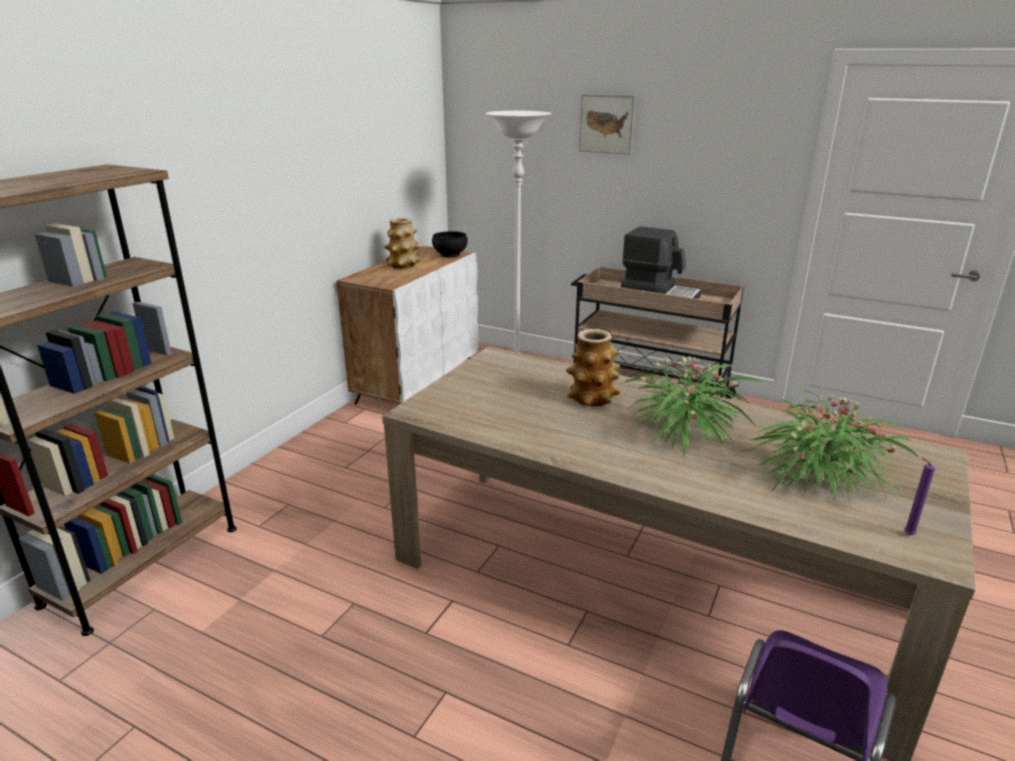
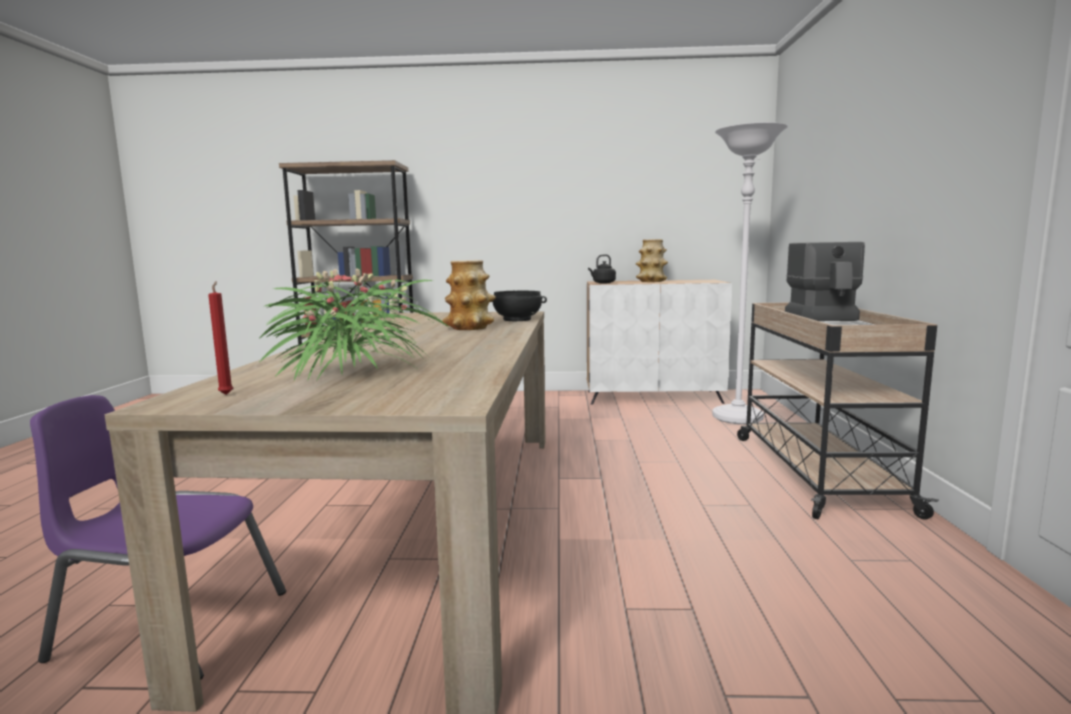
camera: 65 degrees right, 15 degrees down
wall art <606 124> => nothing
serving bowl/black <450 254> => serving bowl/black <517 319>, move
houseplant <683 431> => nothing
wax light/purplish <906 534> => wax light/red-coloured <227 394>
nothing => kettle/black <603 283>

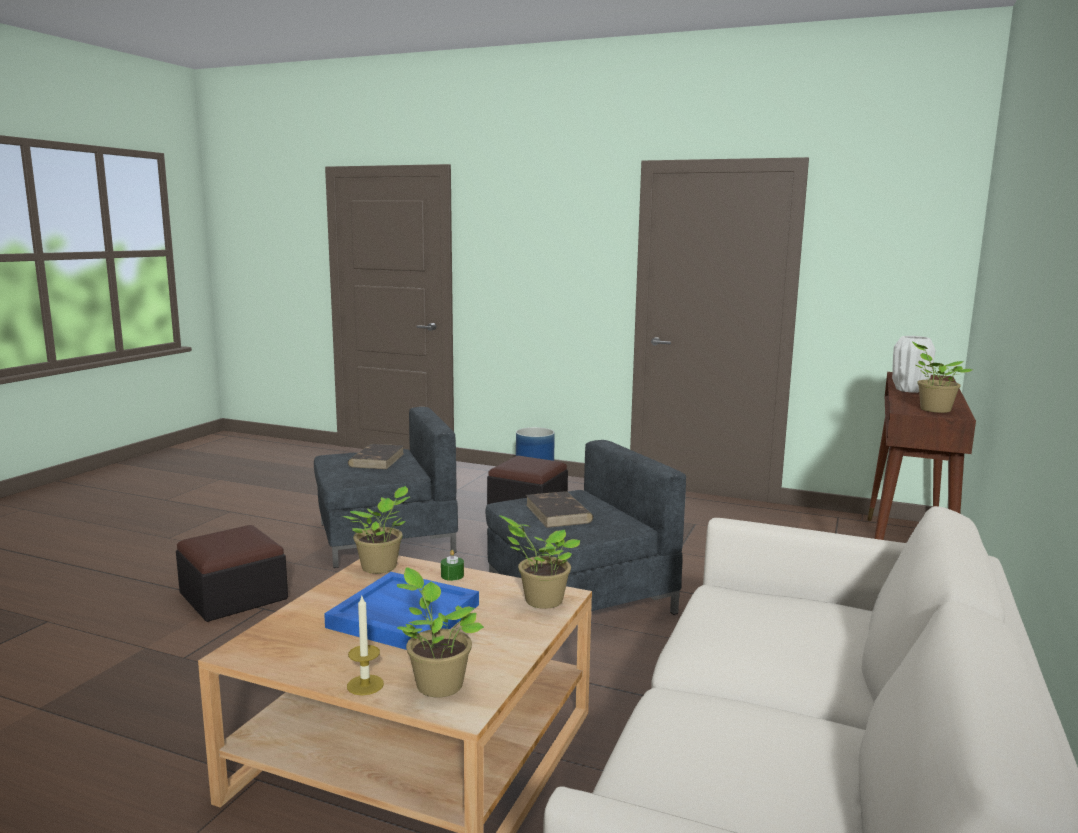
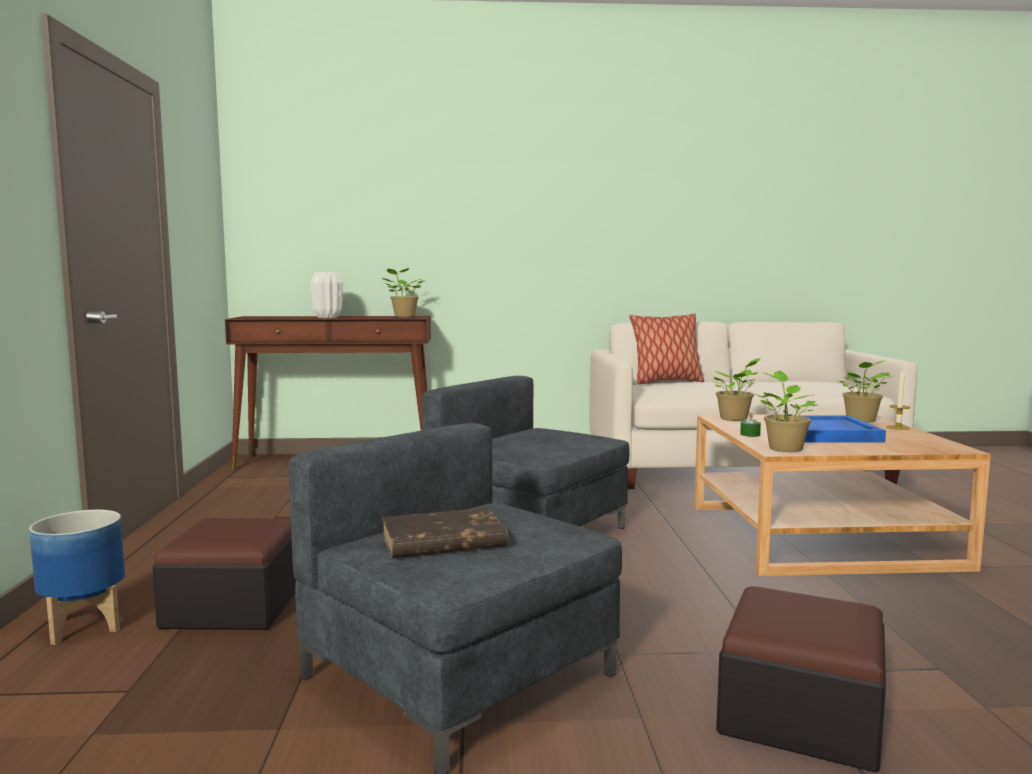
camera: 115 degrees left, 5 degrees down
book/brown-coloured <558 514> => nothing
nothing => pillow <666 382>

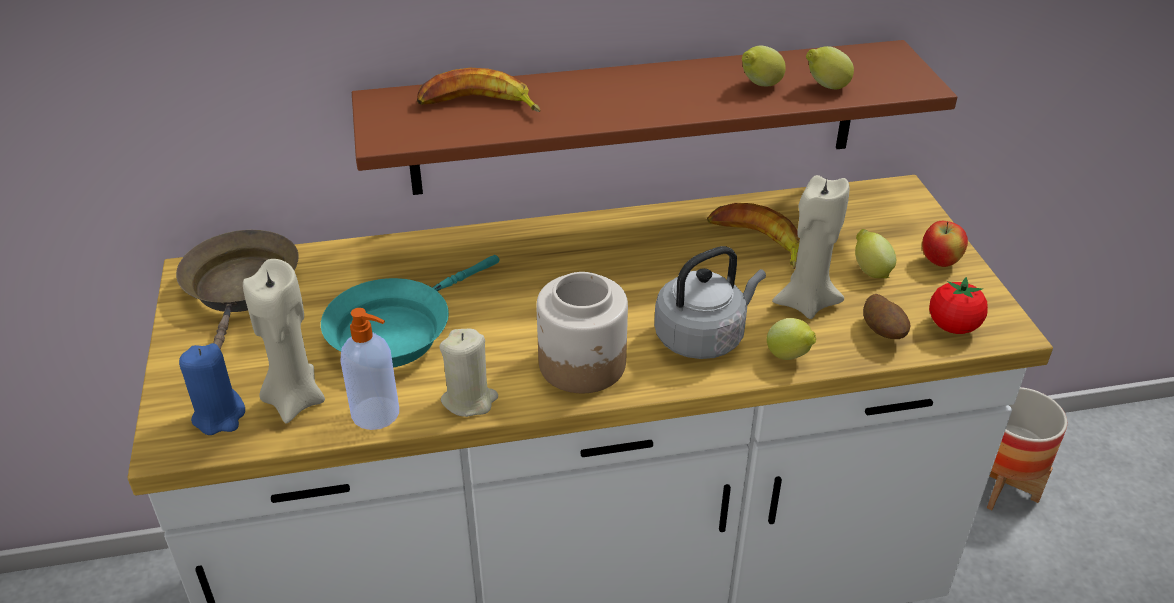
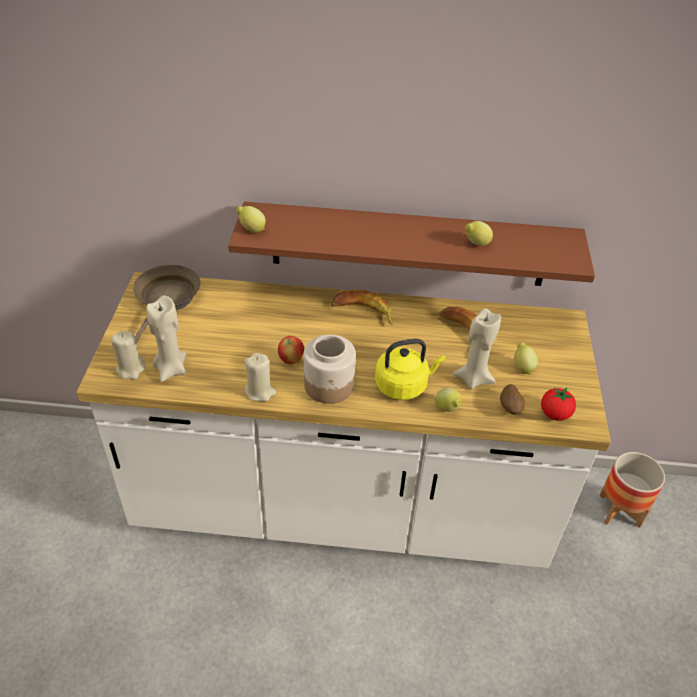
camera: 15 degrees right, 5 degrees up
lemon <826 87> => lemon <251 229>, move
banana fruit <478 105> => banana fruit <363 312>, move
apple fruit <940 262> => apple fruit <291 360>, move
kettle/greyish <703 337> => kettle/yellow-coloured <403 385>
pan/turquoise-coloured <397 330> => nothing
liquid soap bottle <377 414> => nothing
wax light/bluish <219 416> => wax light/sand-coloured <131 369>

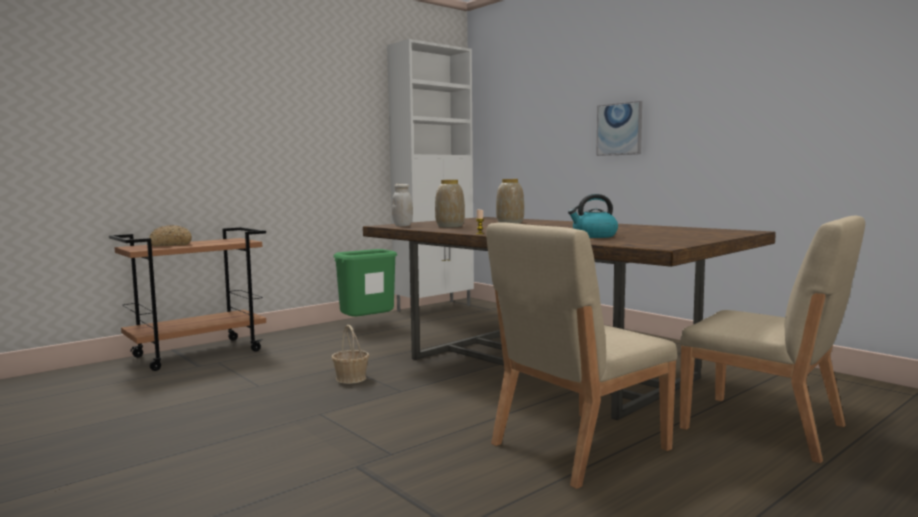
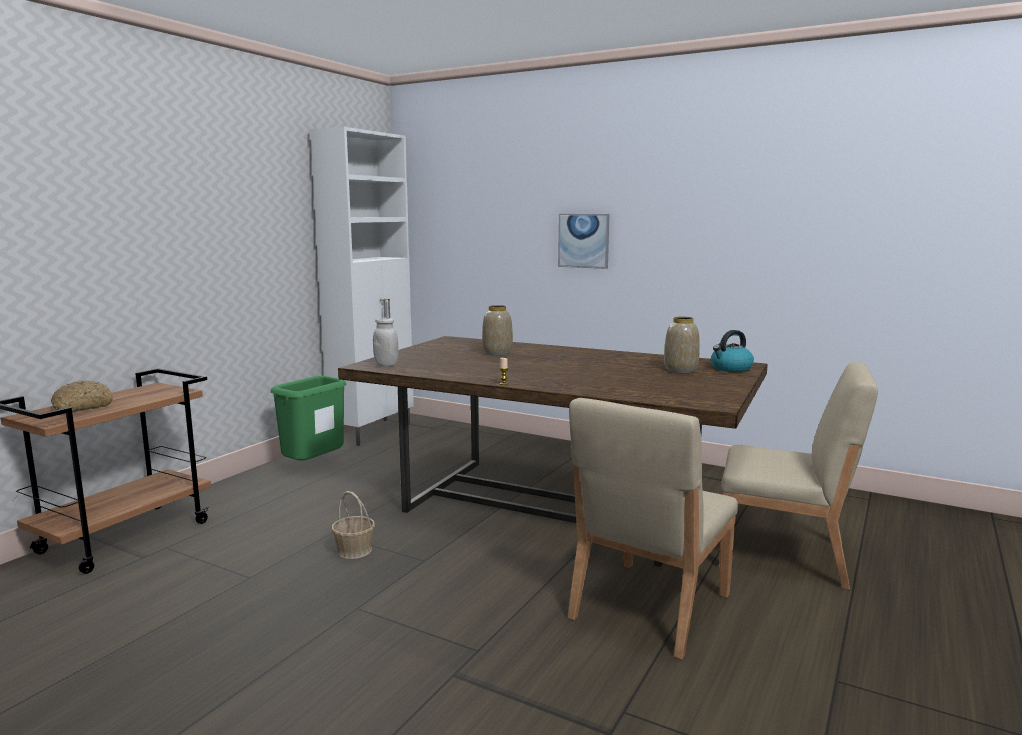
camera: 20 degrees left, 5 degrees up
flower vase <450 226> => flower vase <681 370>, move
kettle <594 236> => kettle <730 369>, move

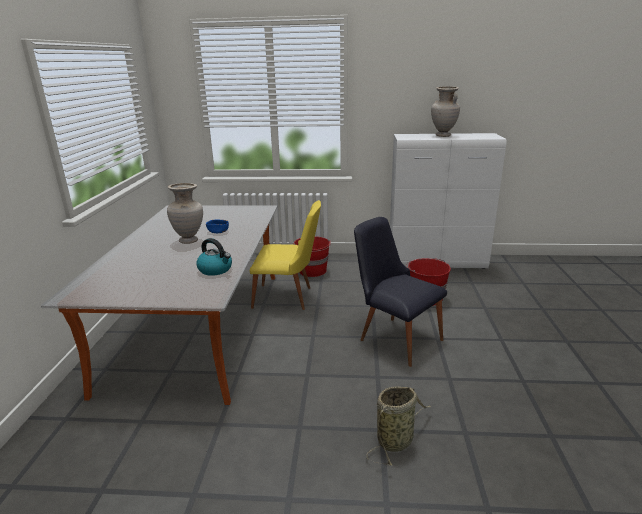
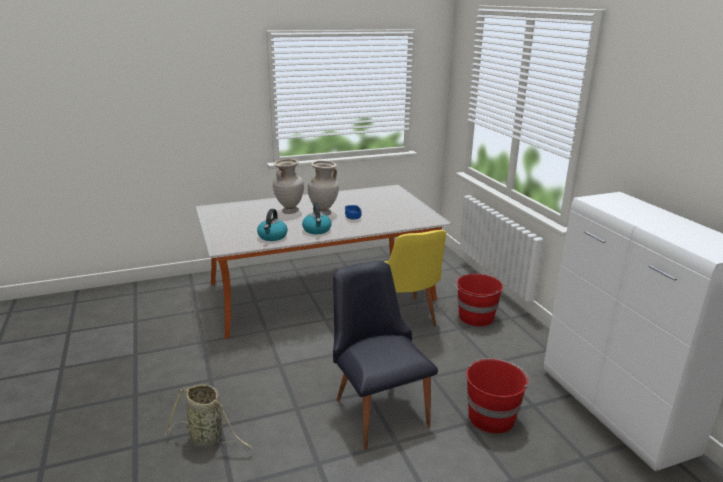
camera: 65 degrees right, 0 degrees up
flower vase/sand-coloured <442 135> => flower vase/sand-coloured <289 211>, move
upright chair/black <394 336> => upright chair/black <377 406>, 45 degrees counterclockwise
nothing => kettle <317 230>

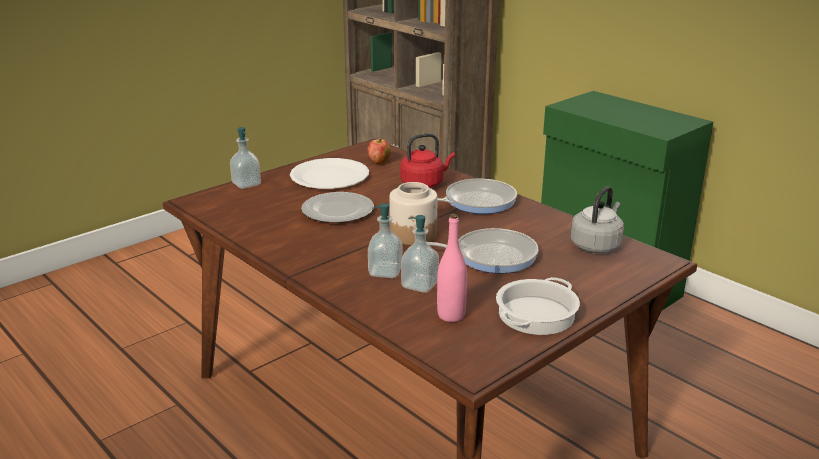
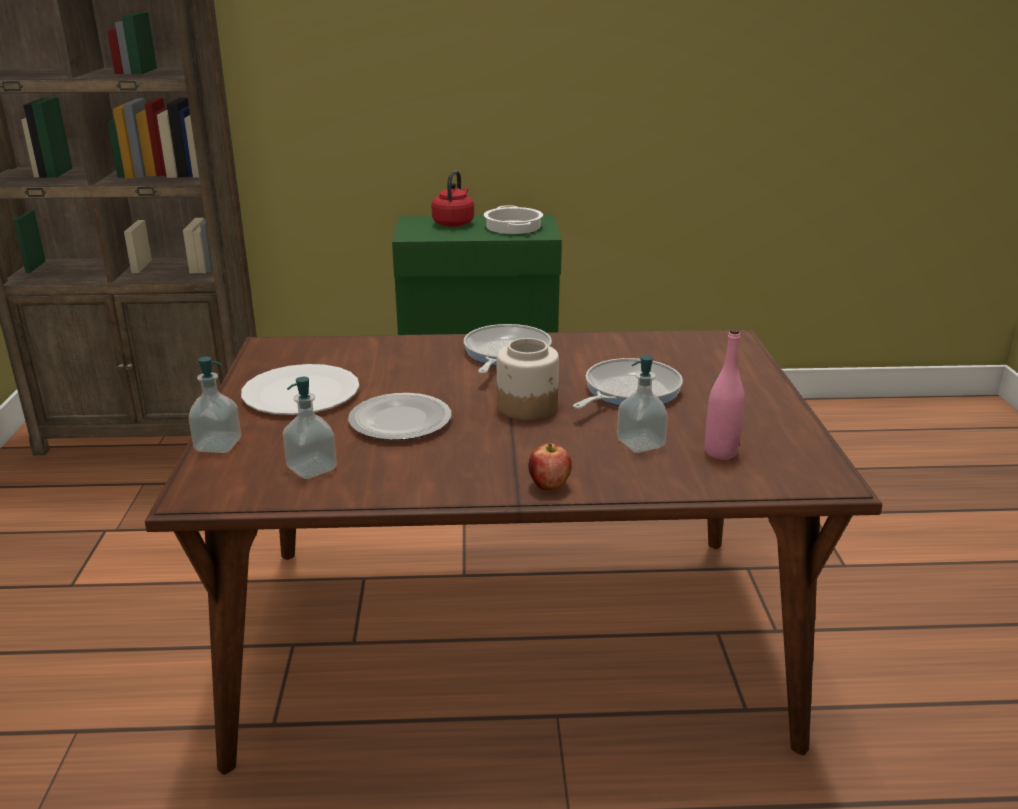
camera: 50 degrees left, 0 degrees up
kettle/red-coloured <424 184> => kettle/red-coloured <454 223>, move
apple fruit <379 162> => apple fruit <549 486>, move
kettle/greyish <596 245> => nothing
liquid soap bottle <385 272> => liquid soap bottle <312 468>, move
cooking pot <535 314> => cooking pot <512 227>, move

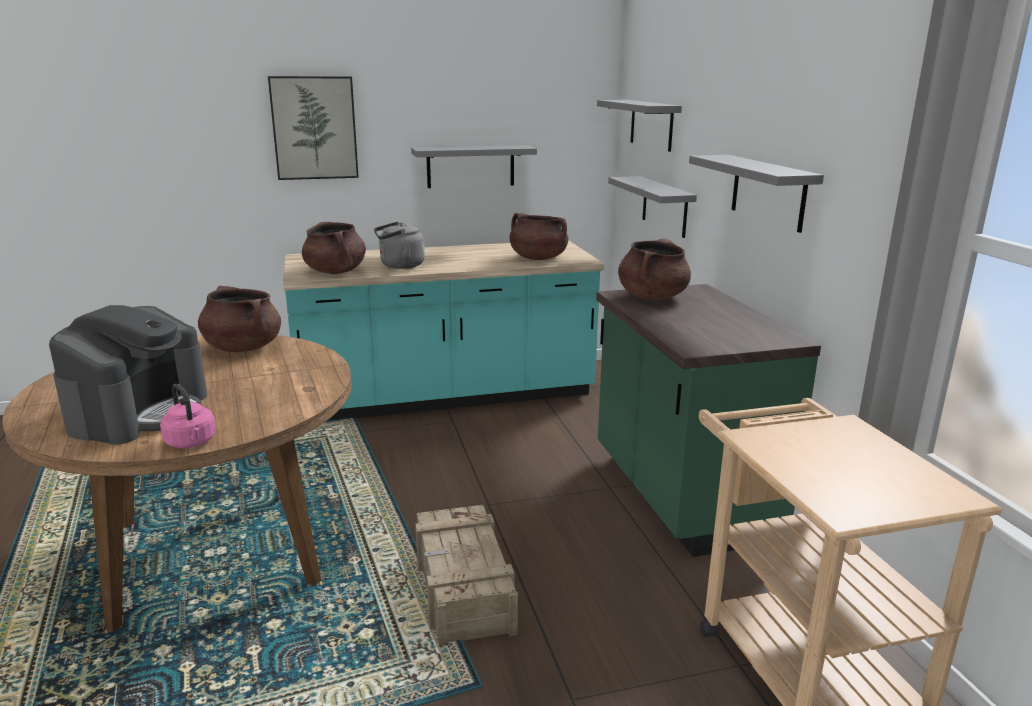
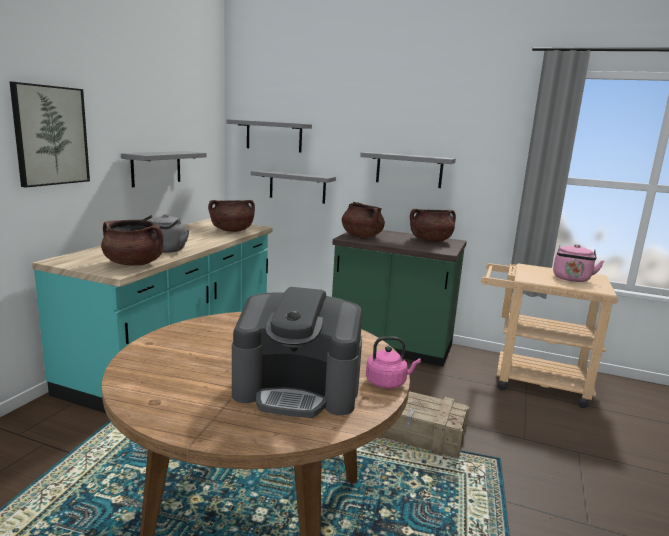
camera: 55 degrees left, 5 degrees down
cooking pot/brown-coloured <242 348> => cooking pot/brown-coloured <430 241>, move
coffee machine <139 412> => coffee machine <298 389>, 135 degrees clockwise
nothing => kettle/pink <571 279>

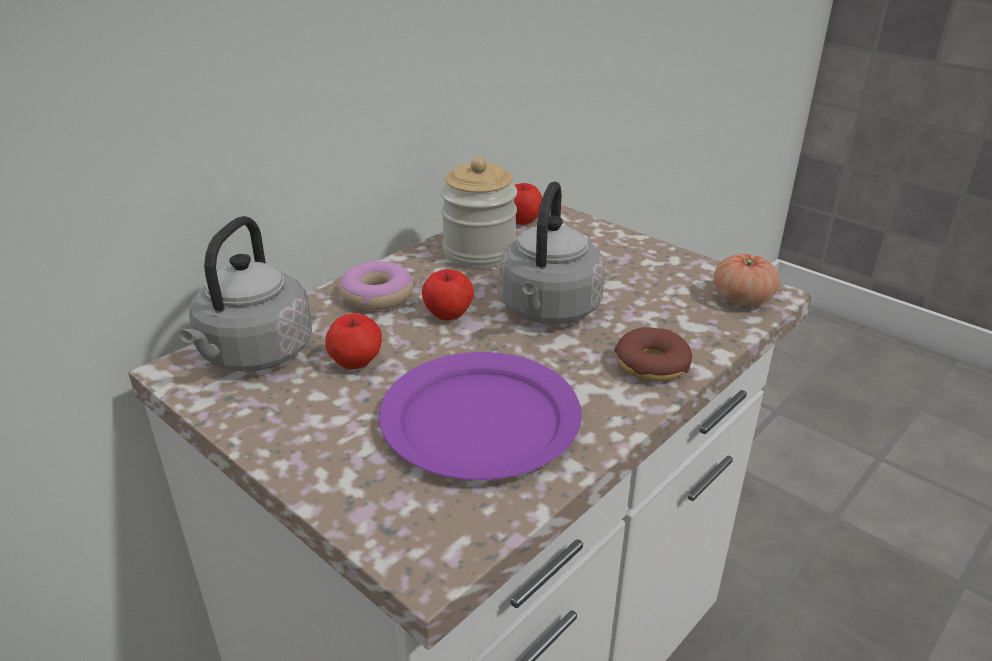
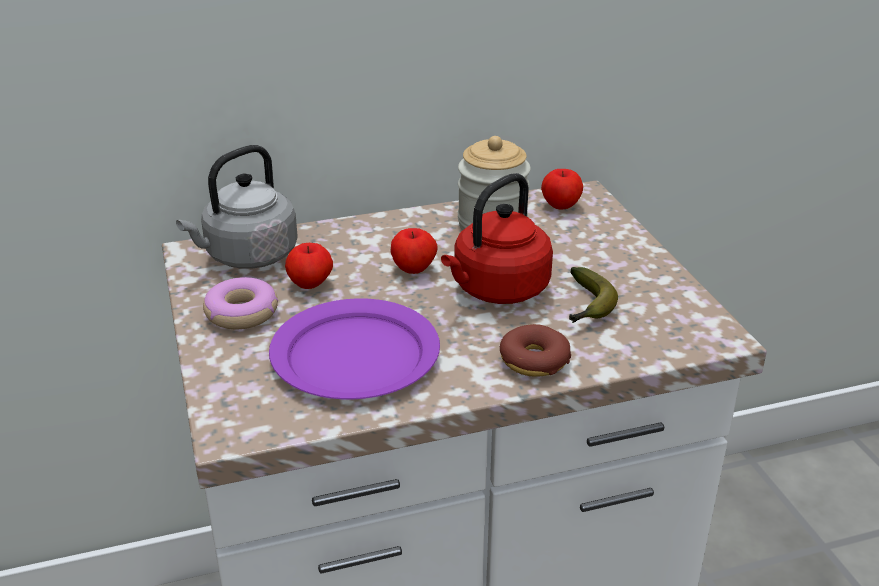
camera: 30 degrees right, 0 degrees up
kettle/greyish <548 311> => kettle/red-coloured <497 290>
fresh tomato <742 299> => nothing
ring doughnut <377 296> => ring doughnut <242 313>, move
nothing => banana fruit <587 306>

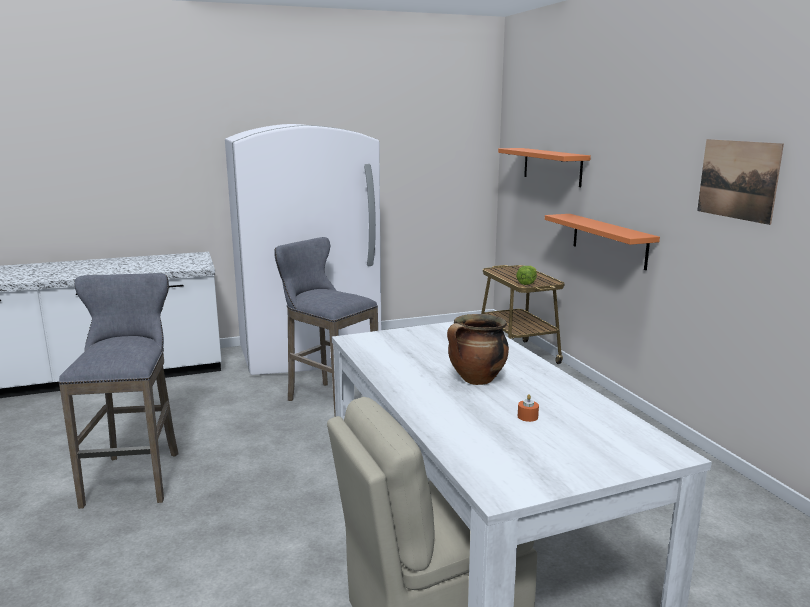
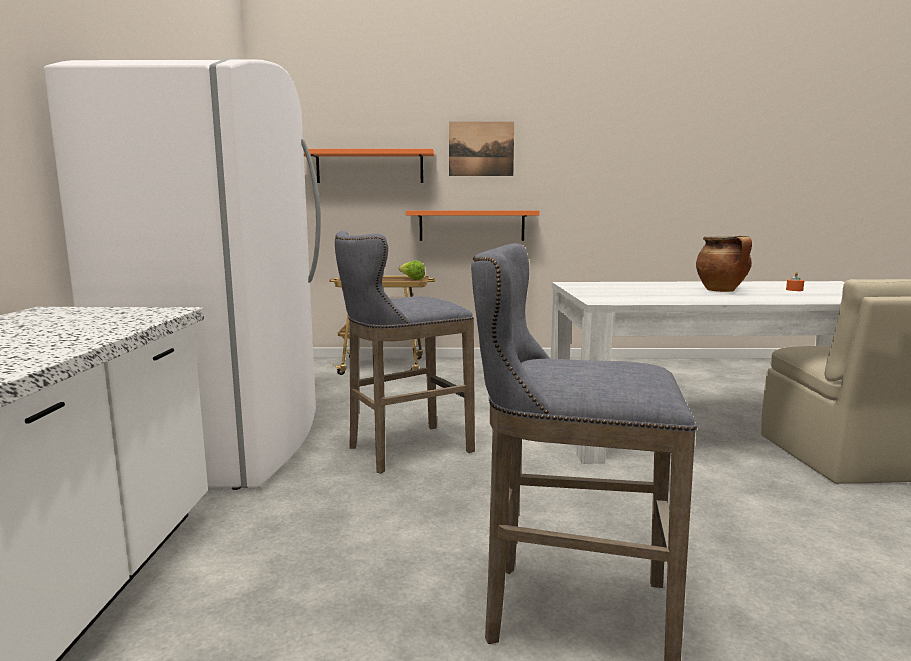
camera: 70 degrees left, 5 degrees down
wall art <737 179> => wall art <481 149>, move

